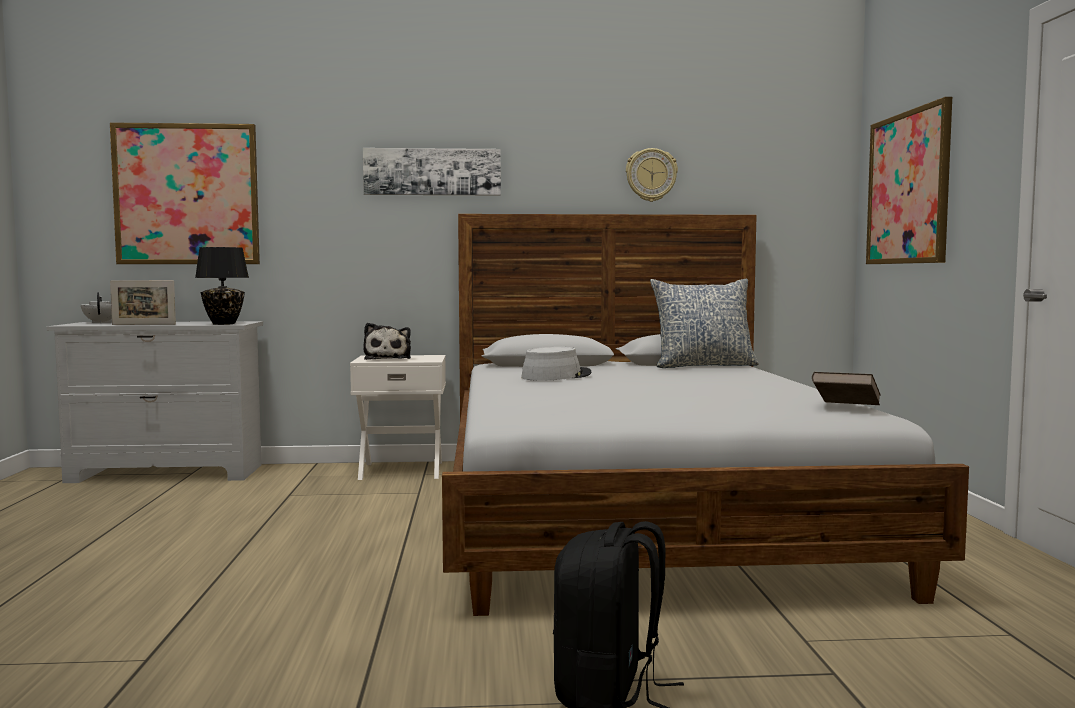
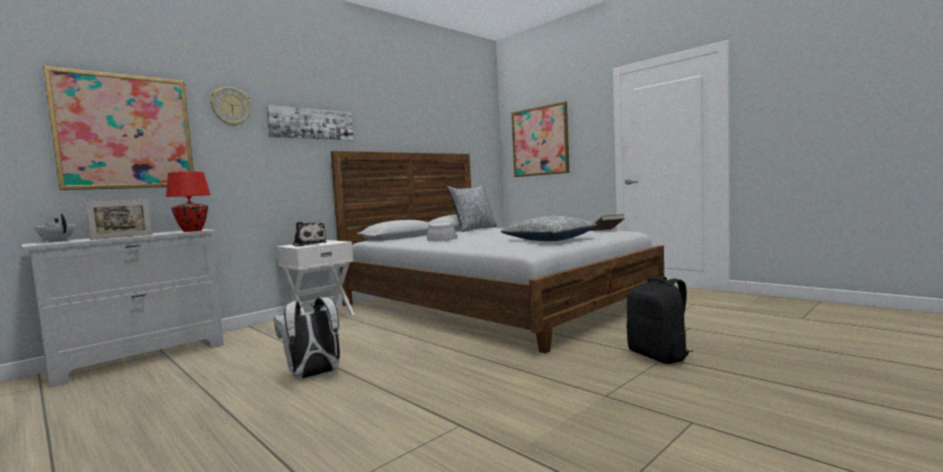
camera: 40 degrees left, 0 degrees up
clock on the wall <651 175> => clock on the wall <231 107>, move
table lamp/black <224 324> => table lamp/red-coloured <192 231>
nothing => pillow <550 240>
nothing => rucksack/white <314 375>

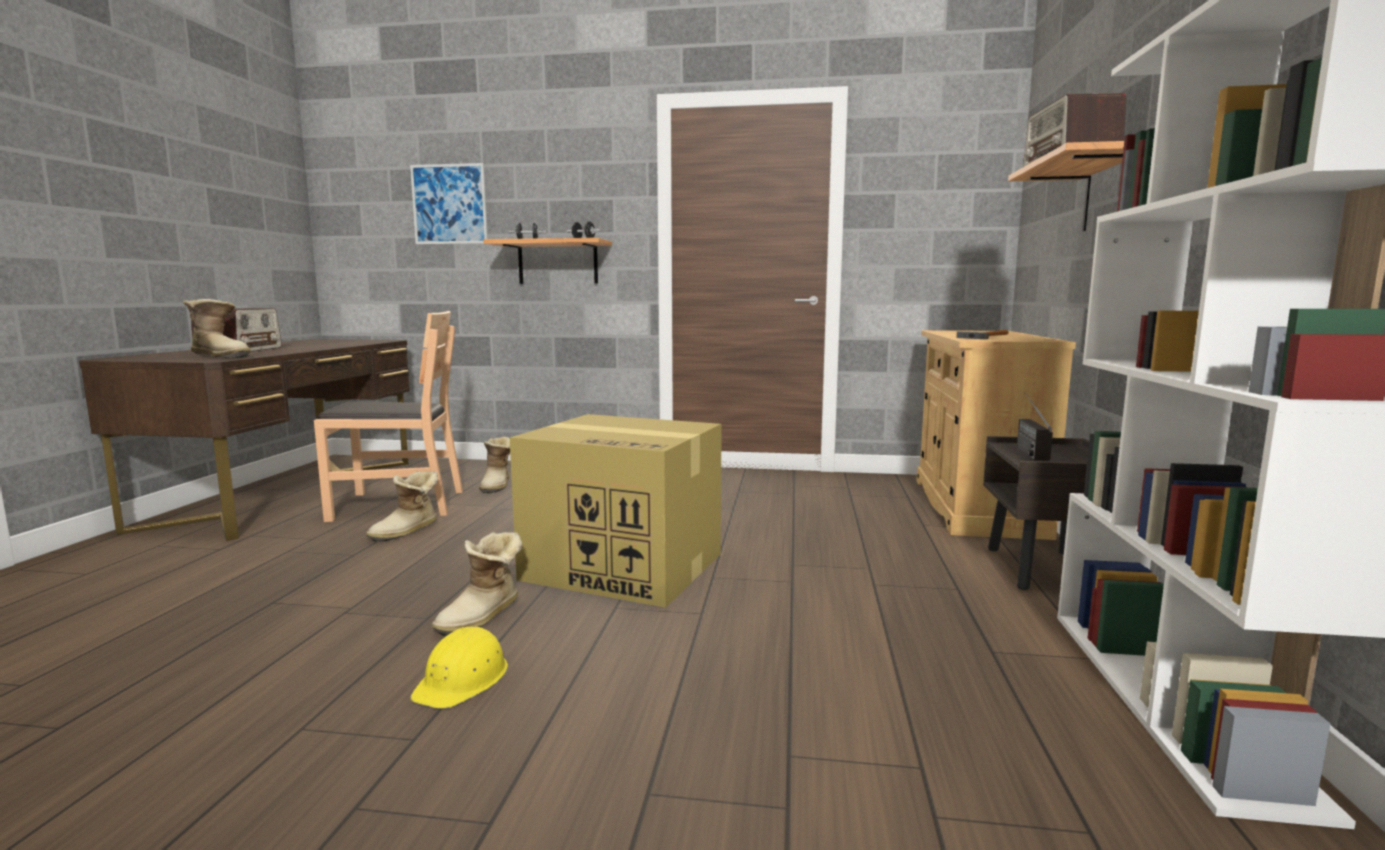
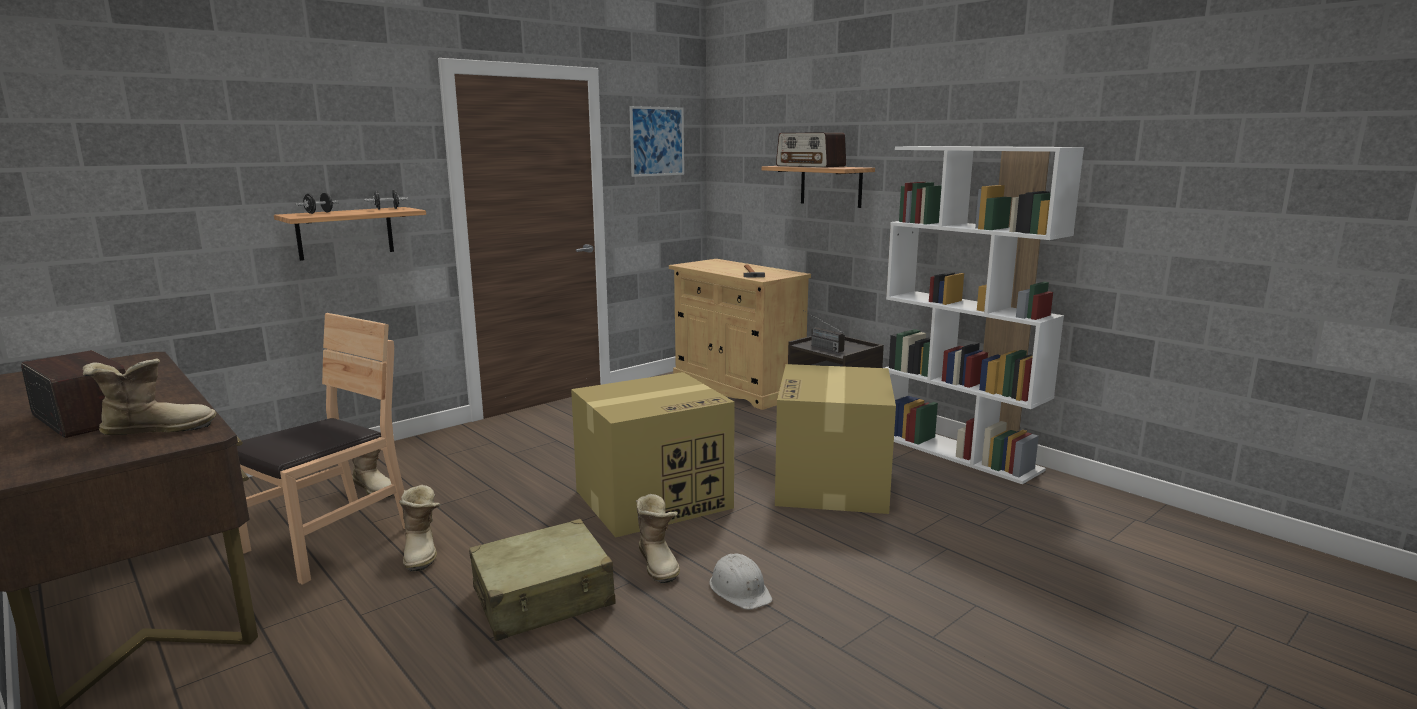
camera: 50 degrees left, 5 degrees up
wall art <449 204> => wall art <657 141>, move
work helmet/yellow-coloured <463 679> => work helmet/white <740 589>
nothing => packing box <832 484>
nothing => travel case/sand-coloured <544 598>

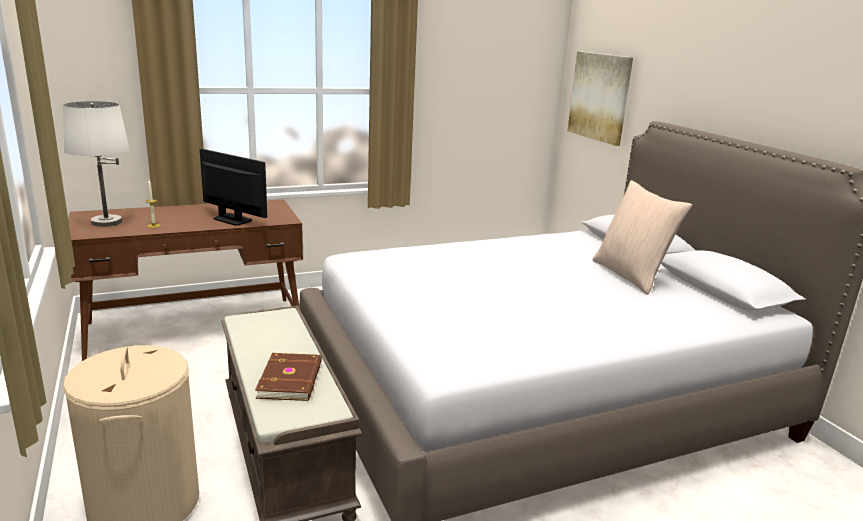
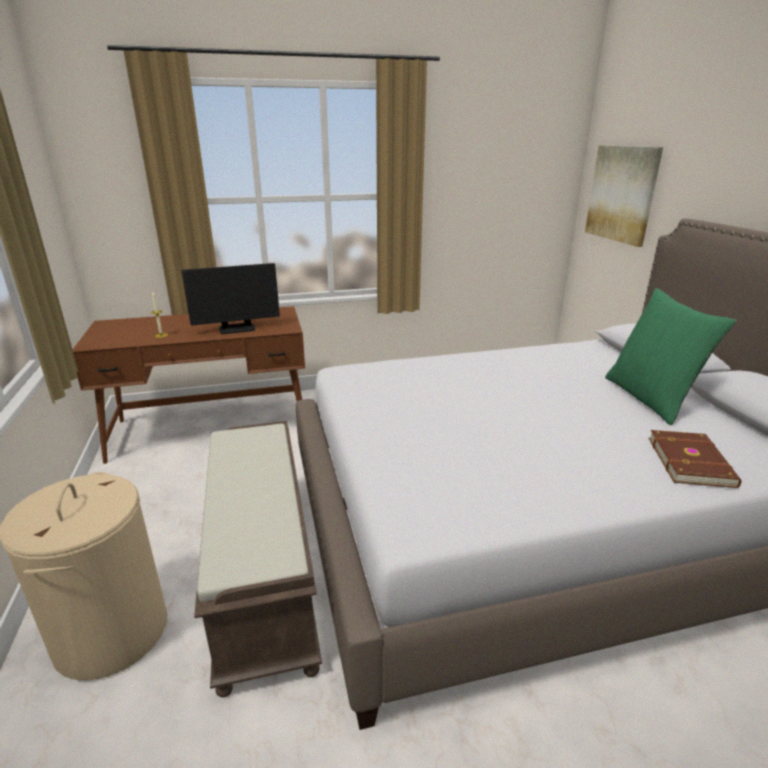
camera: 10 degrees right, 5 degrees up
table lamp/white <106 222> => nothing
monitor <232 219> => monitor <237 329>, 120 degrees clockwise
pillow/sand-coloured <631 275> => pillow/green <650 398>
book/brown-coloured <292 379> => book/brown-coloured <691 461>, move

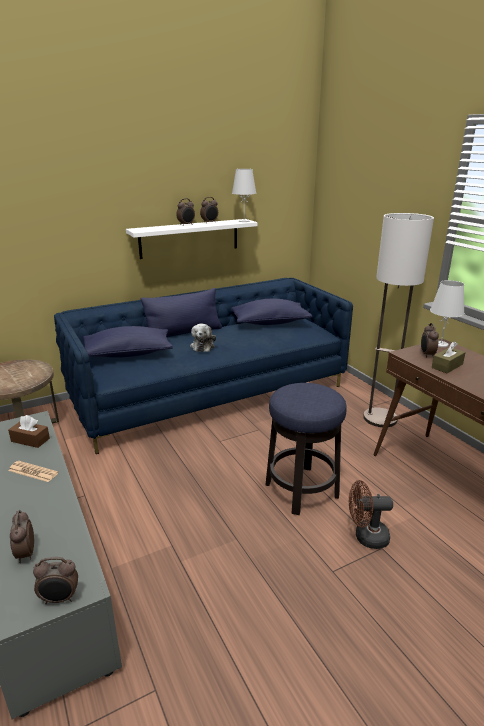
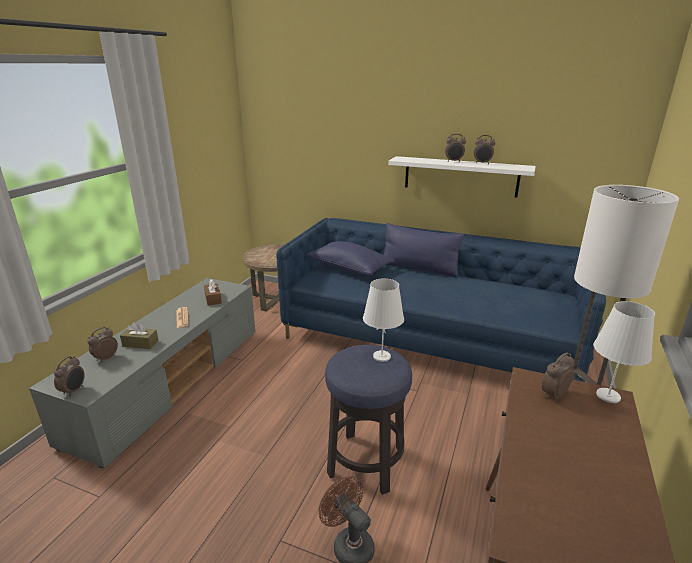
camera: 50 degrees right, 0 degrees up
table lamp/white <244 221> => table lamp/white <382 356>, move
pillow/bluish <270 323> => nothing
plush toy <202 346> => nothing
tissue box/brown-coloured <447 366> => tissue box/brown-coloured <140 343>, move
alarm clock <60 599> => alarm clock <74 391>, 120 degrees counterclockwise

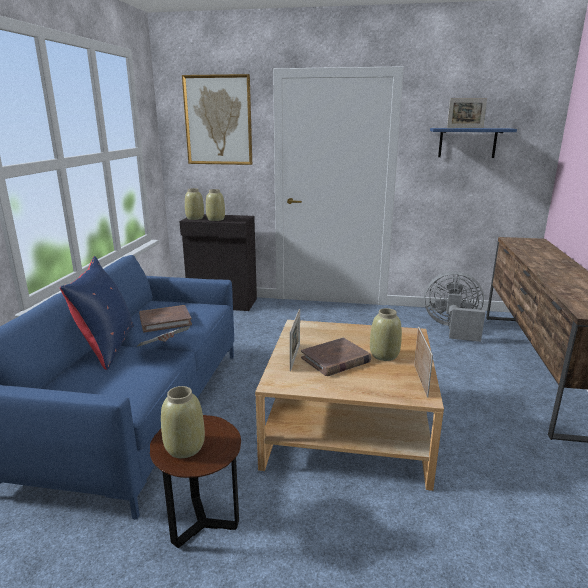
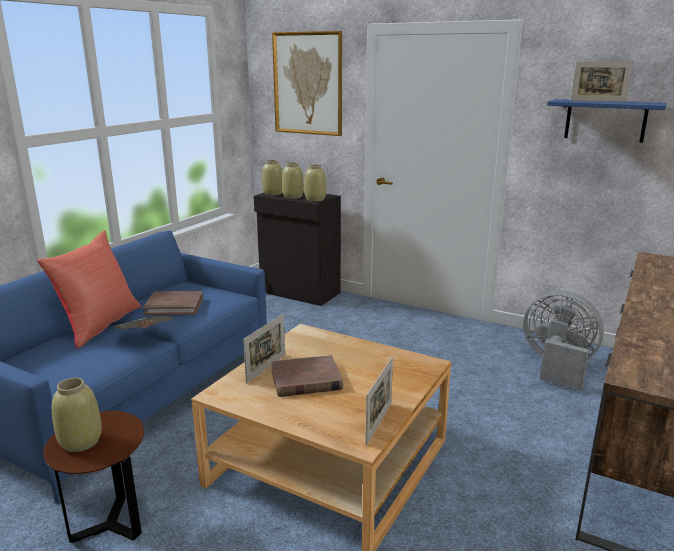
camera: 20 degrees right, 0 degrees up
pillow/bluish <107 346> => pillow/red-coloured <99 324>
flower vase/sand-coloured <384 355> => flower vase/sand-coloured <315 199>, move

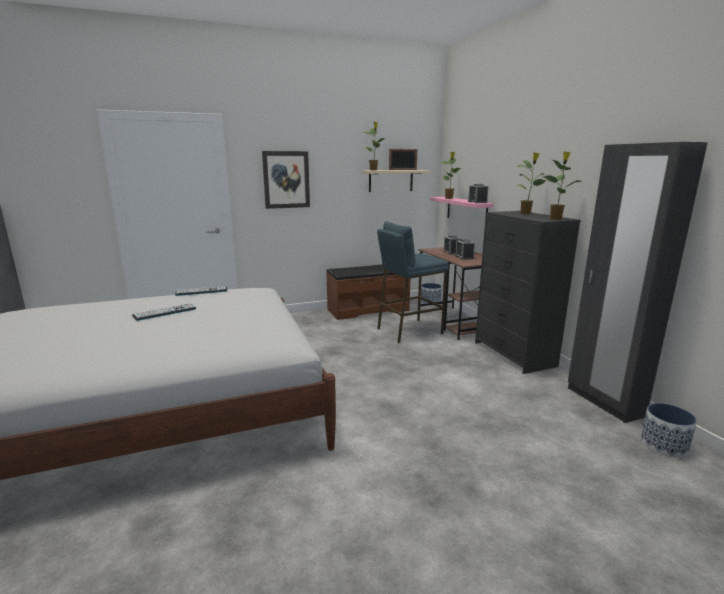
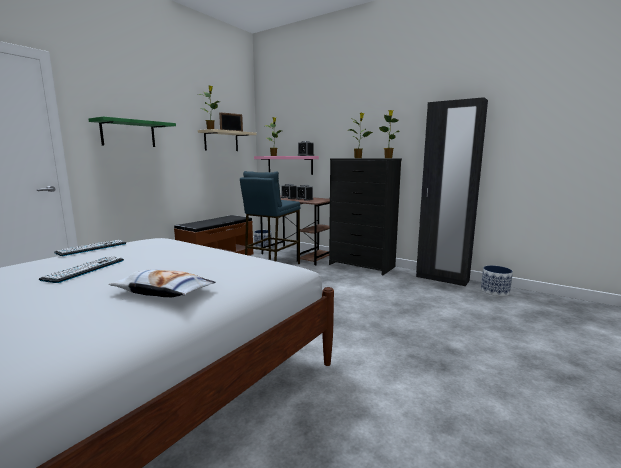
camera: 35 degrees left, 5 degrees down
wall art <286 180> => wall shelf/green <128 134>
nothing => pillow <164 291>

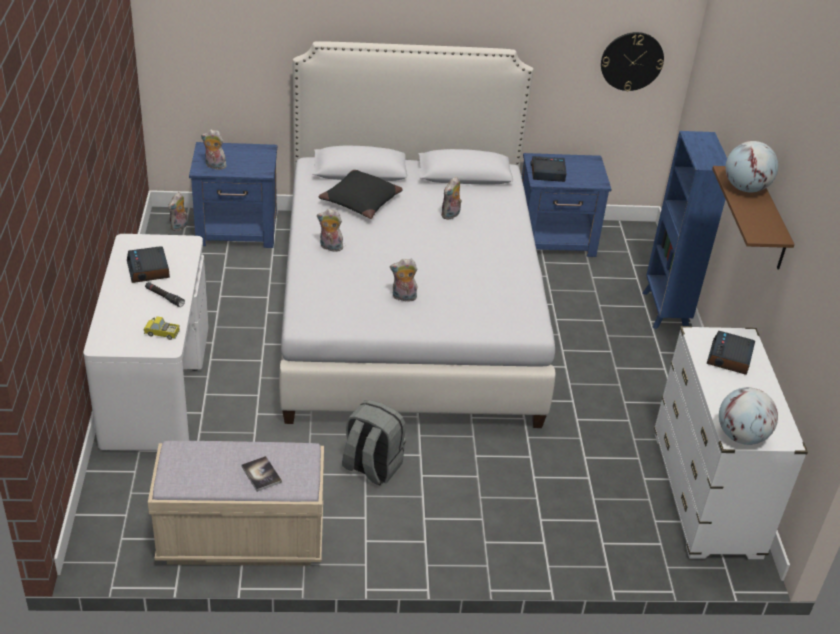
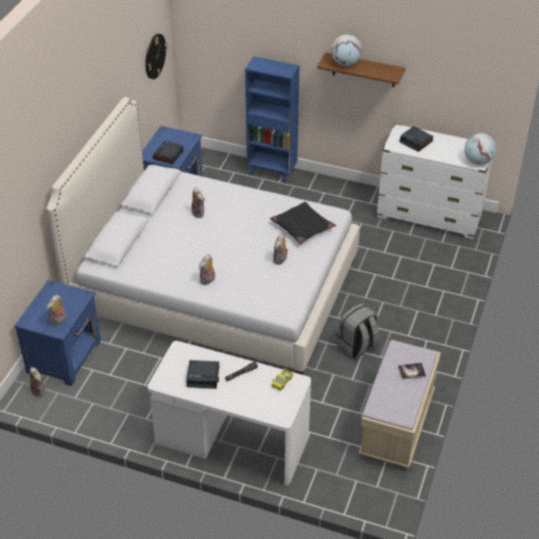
camera: 65 degrees left, 5 degrees up
pillow/black <361 201> => pillow/black <302 227>, move

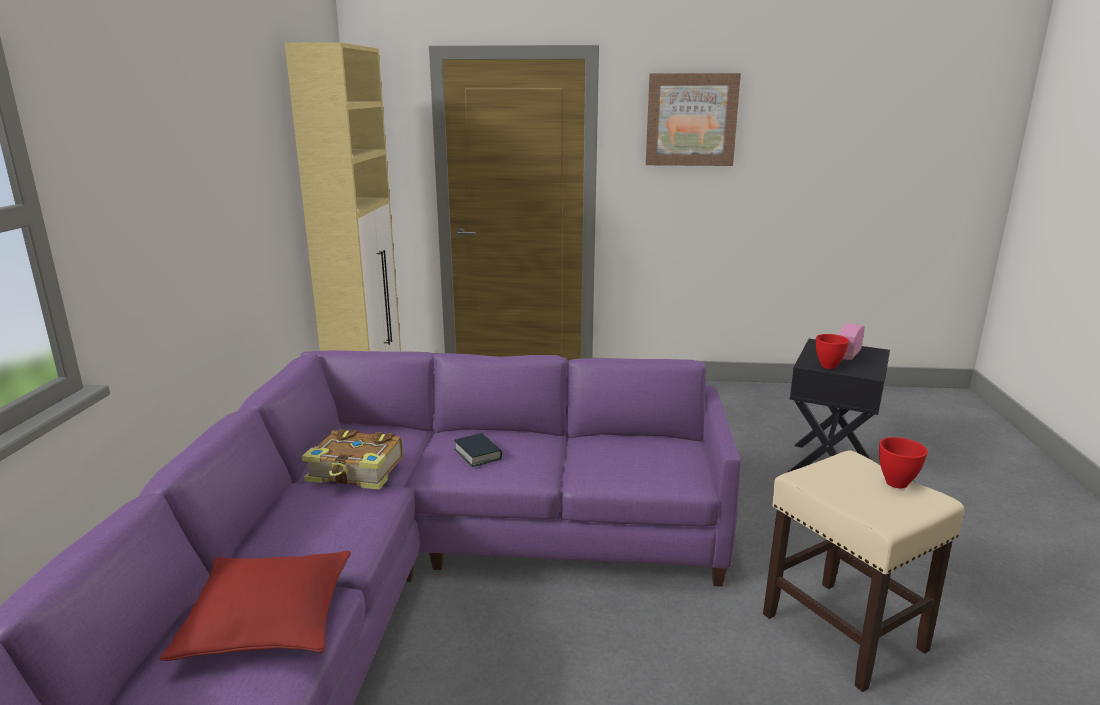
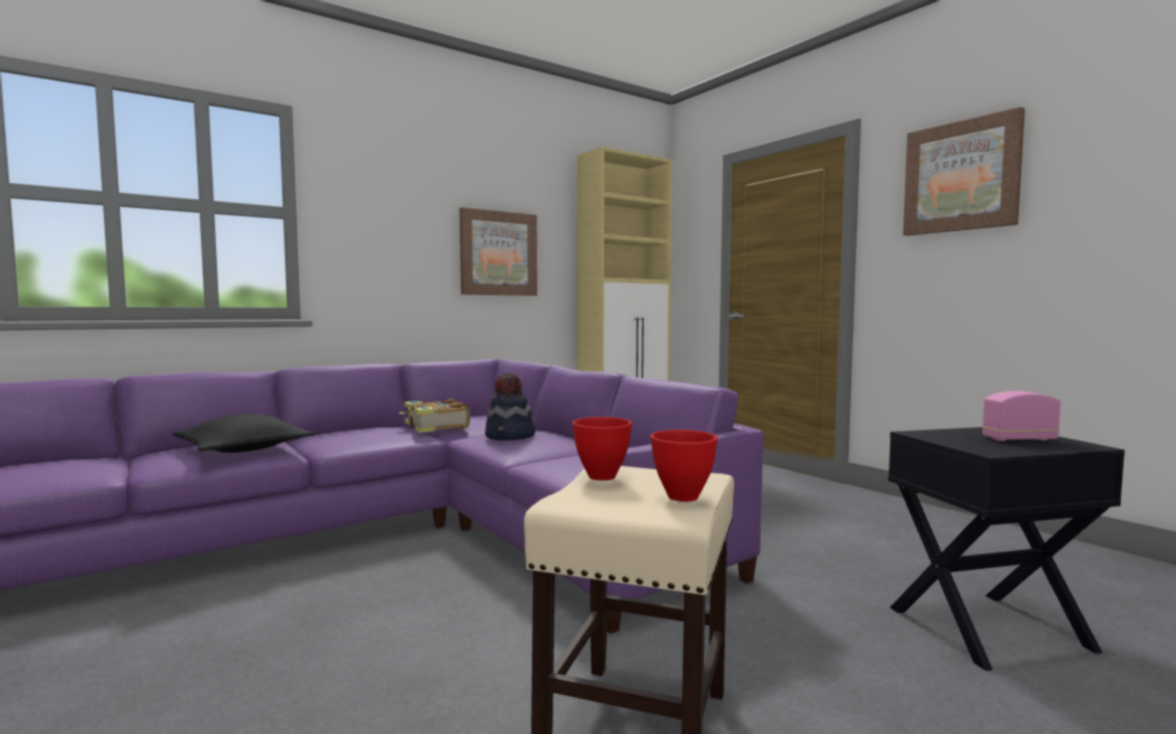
camera: 50 degrees right, 15 degrees down
serving bowl/red-coloured <829 366> => serving bowl/red-coloured <601 477>, move
book <478 454> => wearable hat <510 436>
pillow/red-coloured <267 619> => pillow/black <244 449>
nothing => wall art <498 253>

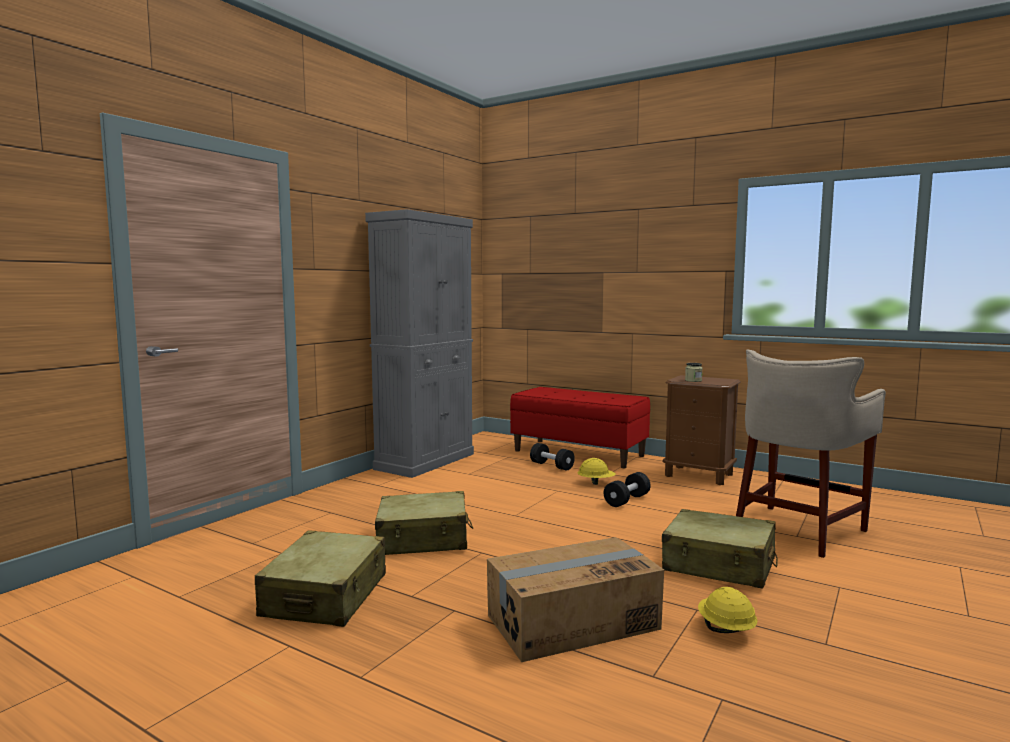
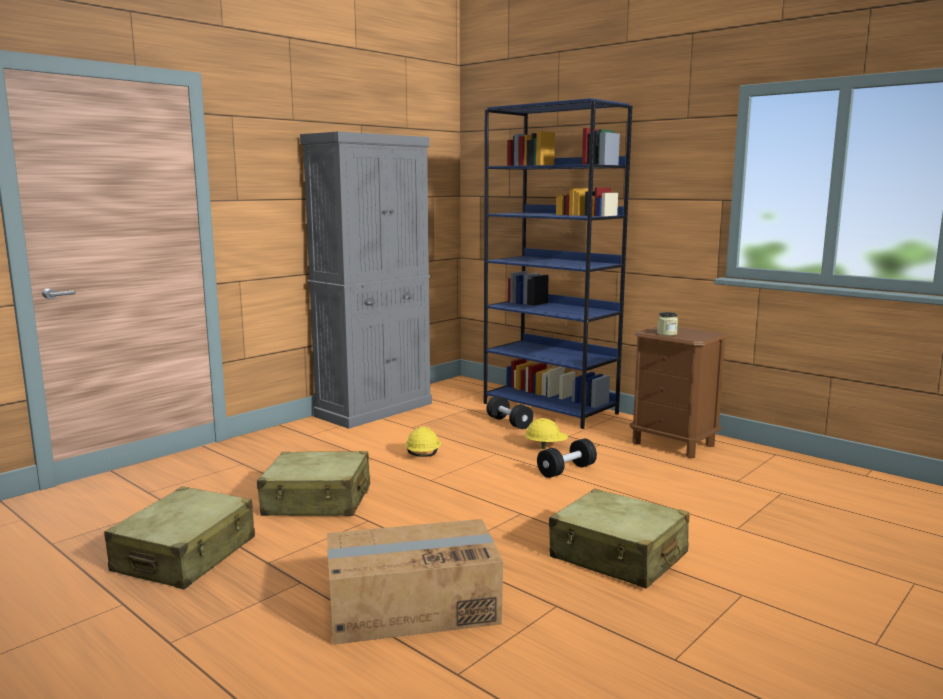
camera: 10 degrees right, 5 degrees up
sitting stool/sand-coloured <798 530> => nothing
indoor bench/red-coloured <579 453> => shelving unit/bluish <550 408>
work helmet/yellow-coloured <725 629> => work helmet/yellow-coloured <423 455>, move

